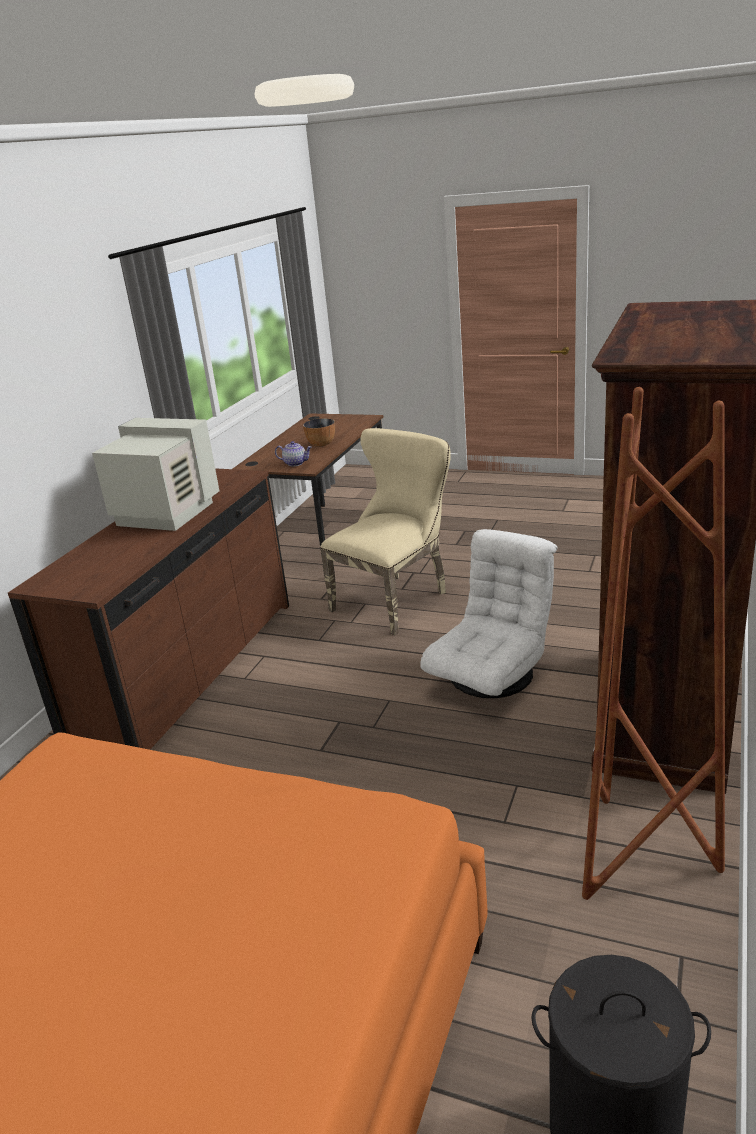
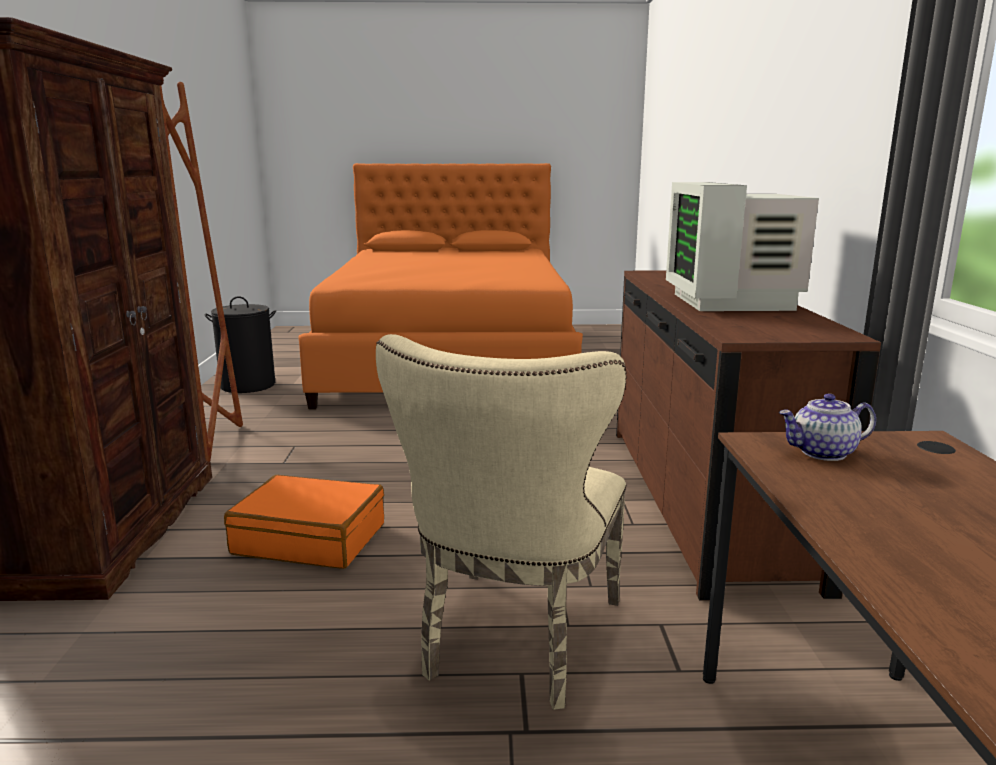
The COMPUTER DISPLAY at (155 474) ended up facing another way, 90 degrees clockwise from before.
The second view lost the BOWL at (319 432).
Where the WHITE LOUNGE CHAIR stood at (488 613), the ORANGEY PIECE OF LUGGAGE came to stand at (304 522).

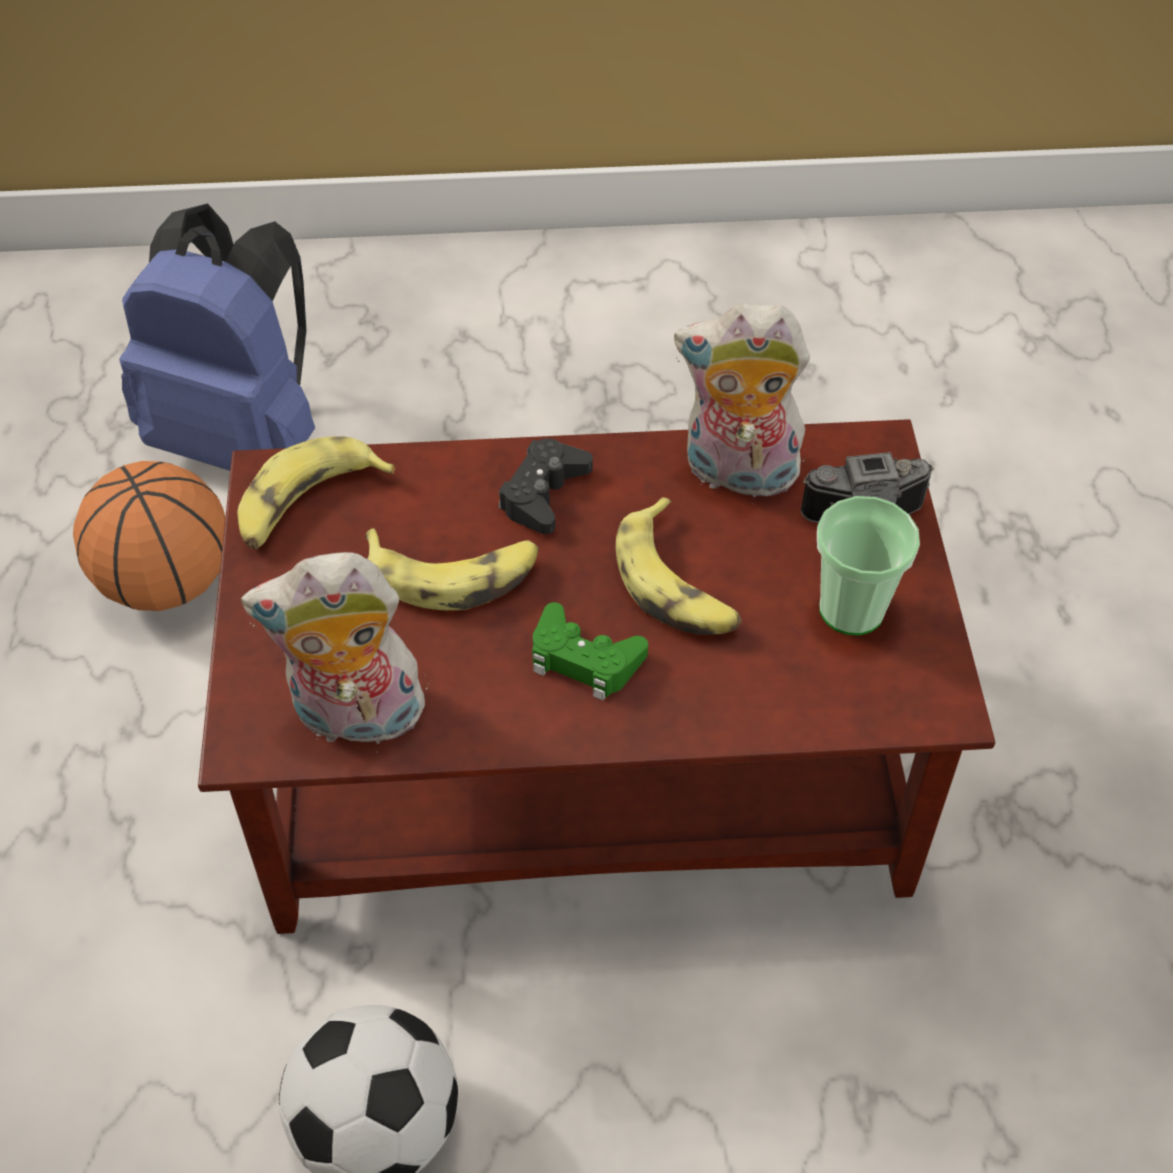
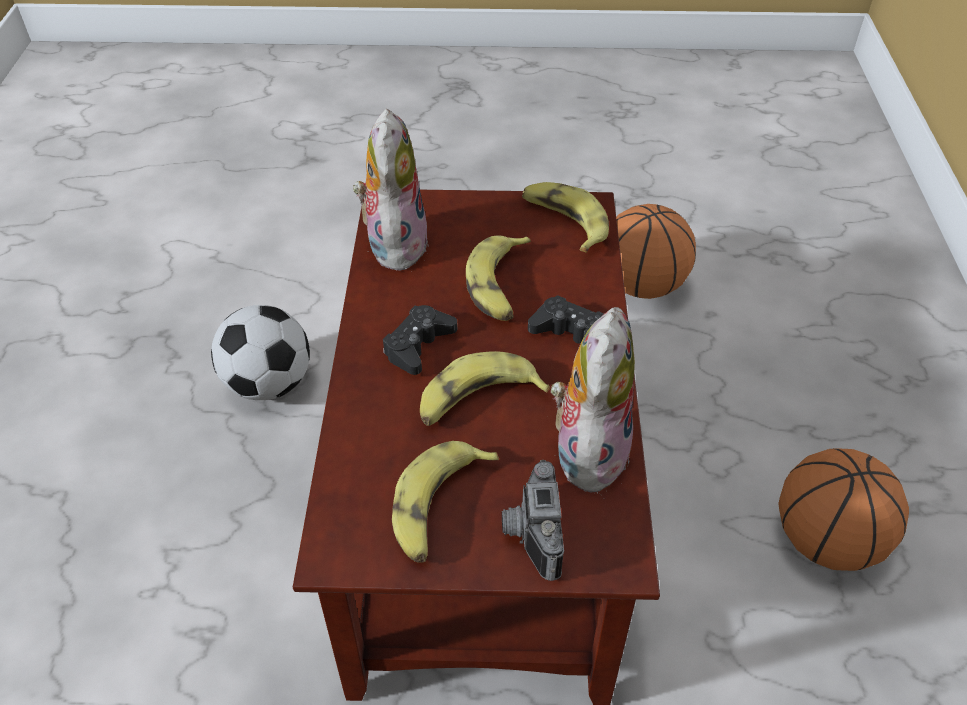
The second view lost the BLUE-COLOURED BACKPACK at (217 337).
Where the DRINKING CUP stood at (868 565), the BANANA came to stand at (445 502).
What was the GREEN-COLOURED JOYPAD at (590 651) turned into the BLACK JOYPAD at (420 340).
The second view gained the BALL FOR BASKETBALL at (843 509).

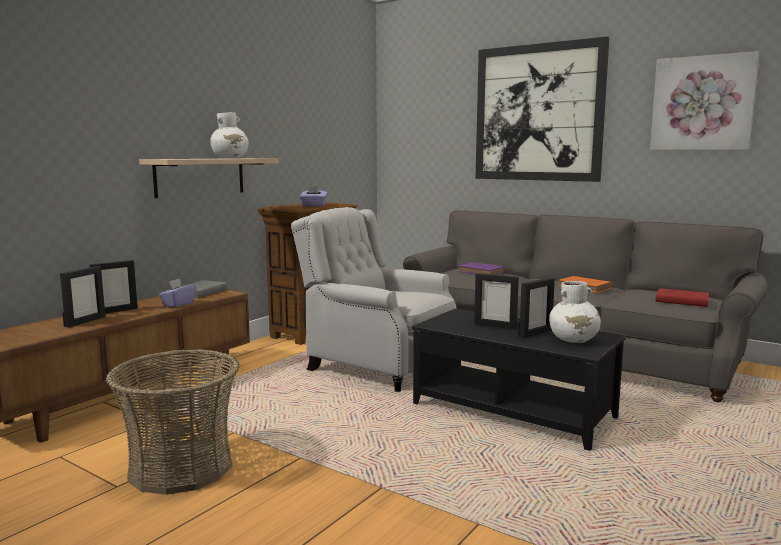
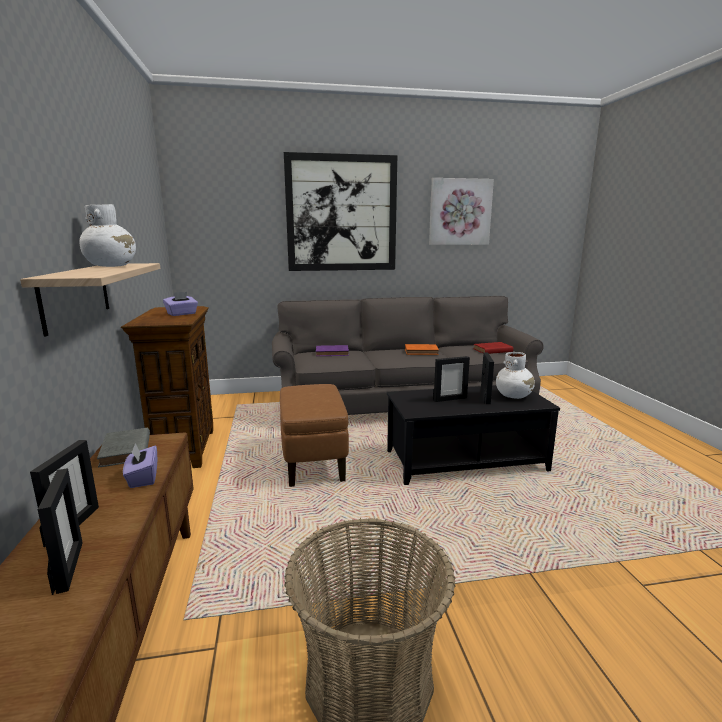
Where the WHITE LOUNGE CHAIR stood at (373 299), the BROWN-COLOURED OTTOMAN came to stand at (314 435).

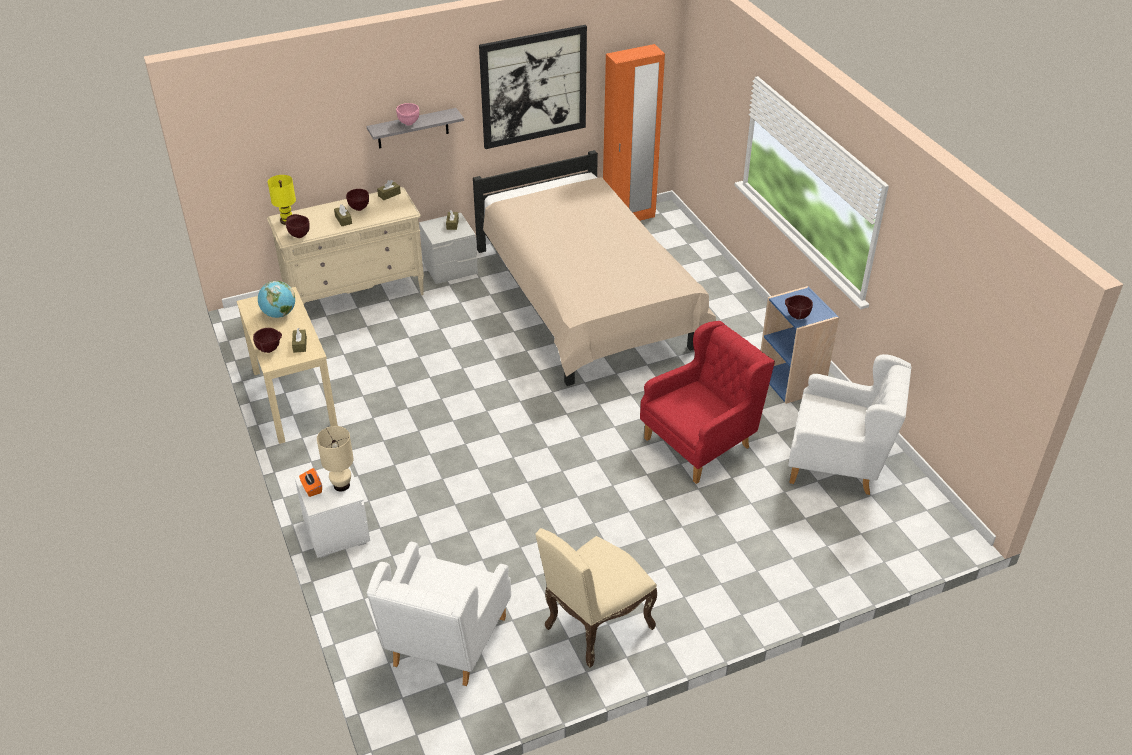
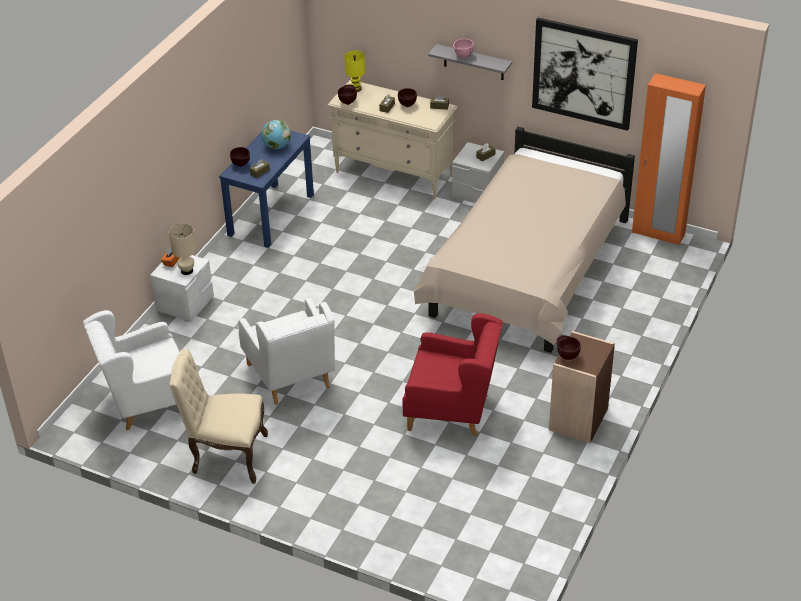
What was the BLUE-COLOURED BOOKSHELF at (799 345) turned into the BROWN-COLOURED BOOKSHELF at (582 387).
What was the BEIGE-COLOURED NARROW TABLE at (287 365) turned into the BLUE-COLOURED NARROW TABLE at (266 189).
The WHITE LOUNGE CHAIR ended up elsewhere, having gone from (850 424) to (286 351).

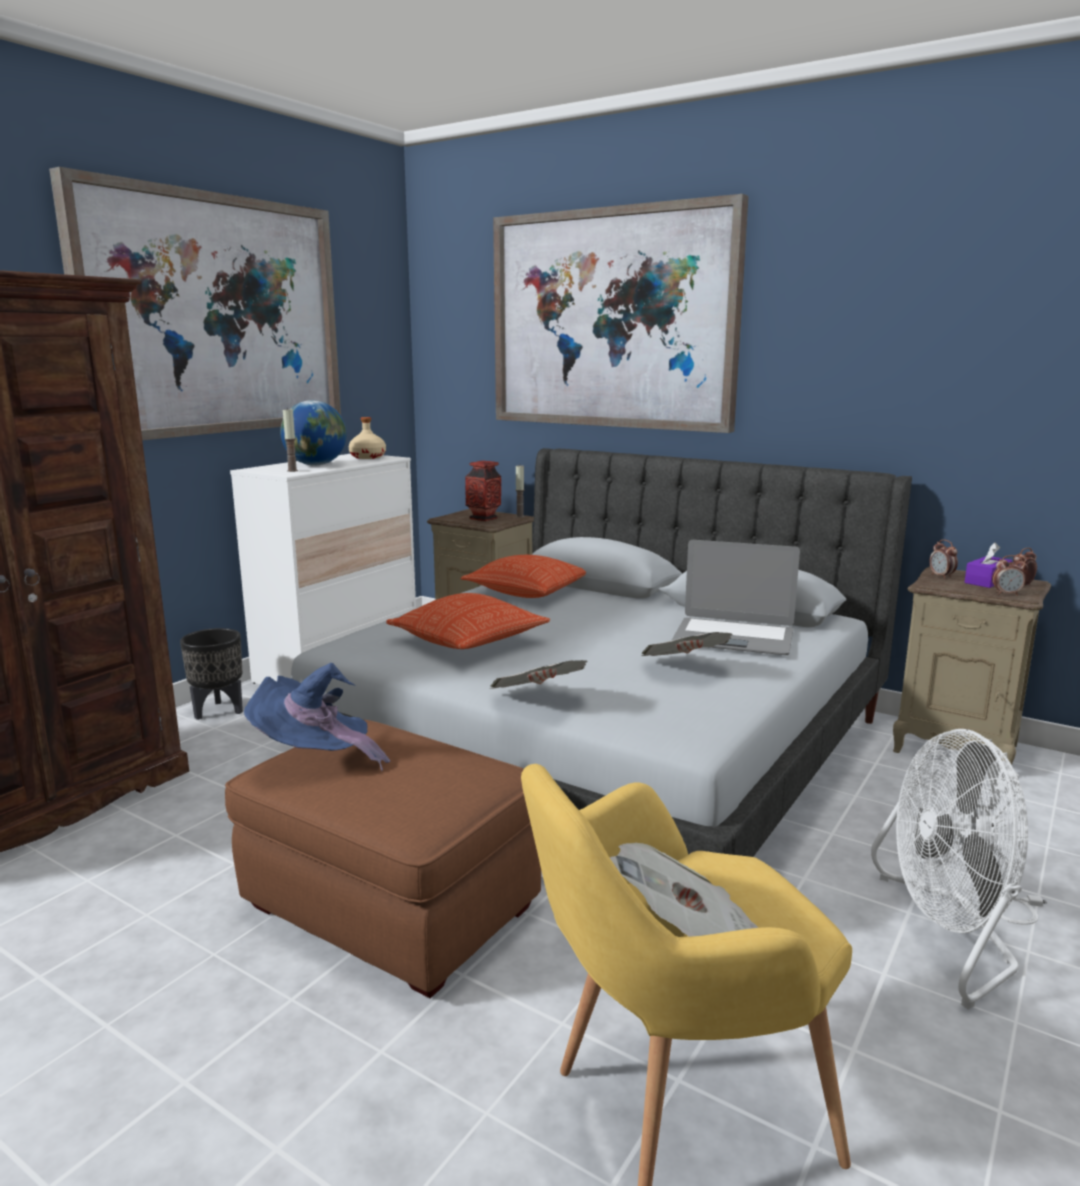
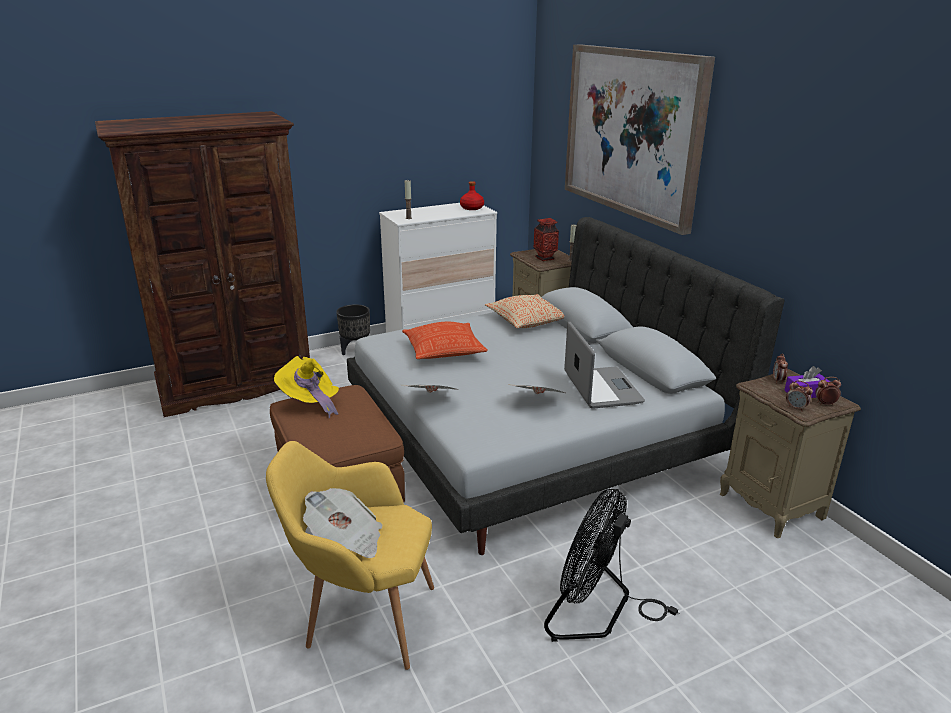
The second view lost the WALL PICTURE at (195 303).
The second view lost the GLOBE at (313 433).
What was the BEIGE-COLOURED DRINK BOTTLE at (367 438) turned into the REDDISH DRINK BOTTLE at (472 195).
The PORTABLE COMPUTER at (735 597) ended up facing another way, 150 degrees counterclockwise from before.
What was the ORANGEY PILLOW at (523 576) turned into the BEIGE-COLOURED PILLOW at (524 311).
What was the BLUE-COLOURED HAT at (317 717) turned into the YELLOW HAT at (306 387).
What was the WHITE COOLING FAN at (959 869) turned into the BLACK COOLING FAN at (612 565).

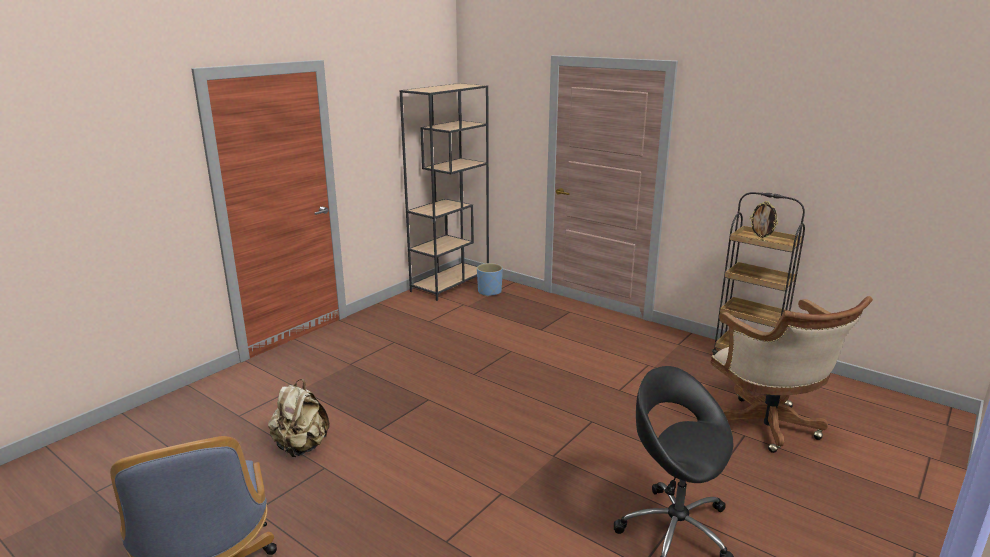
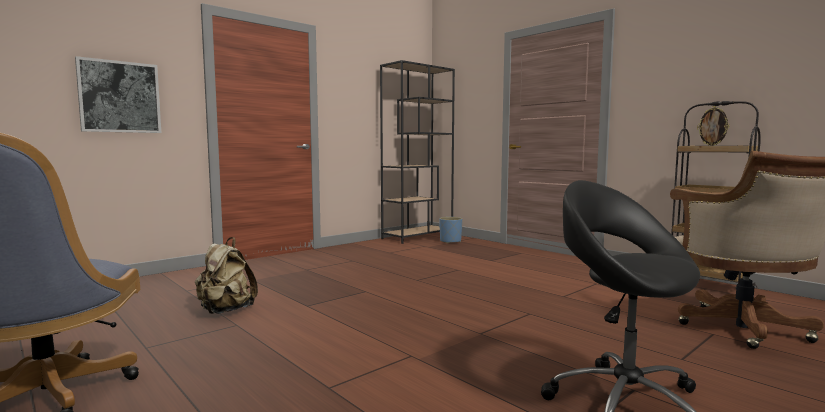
The second view gained the WALL PICTURE at (118 94).

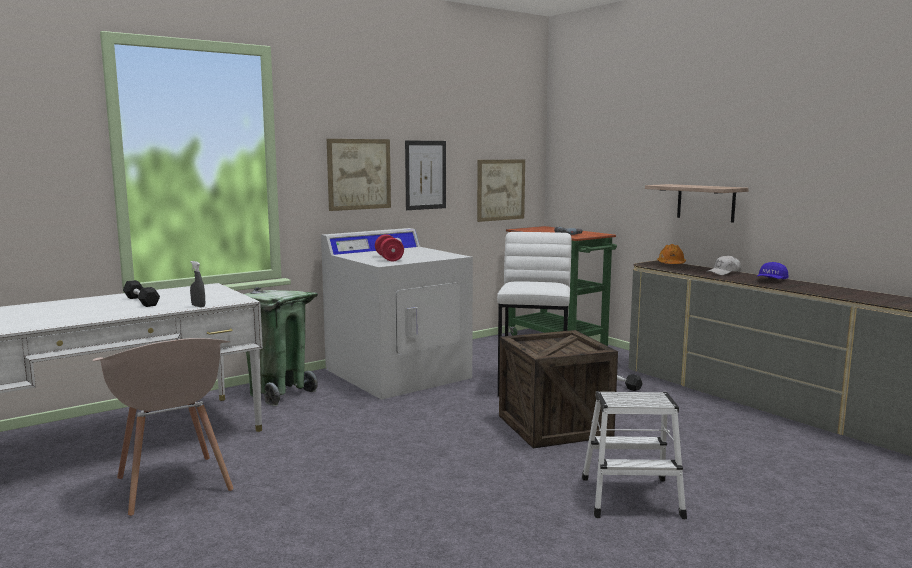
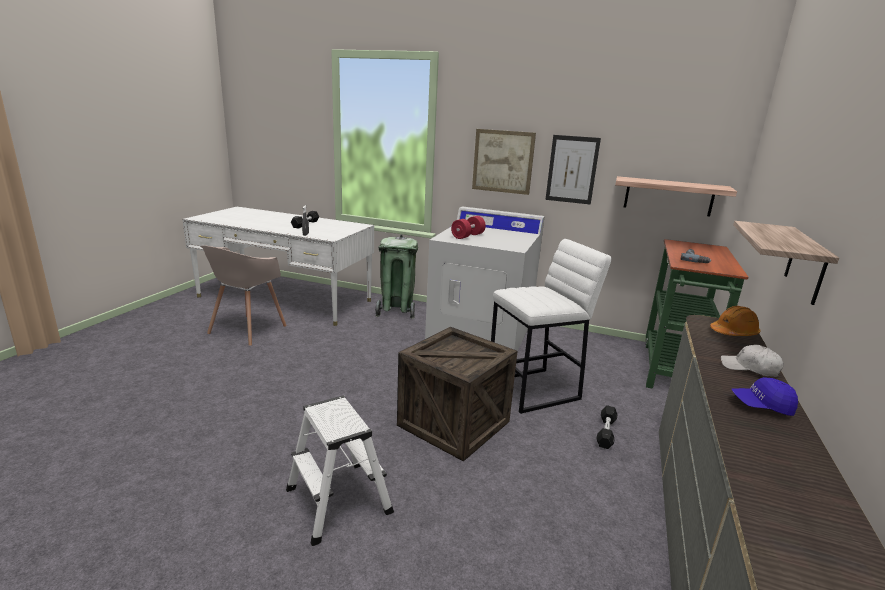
Where the WALL PICTURE hung at (501 190), the SHELF came to hang at (676 196).

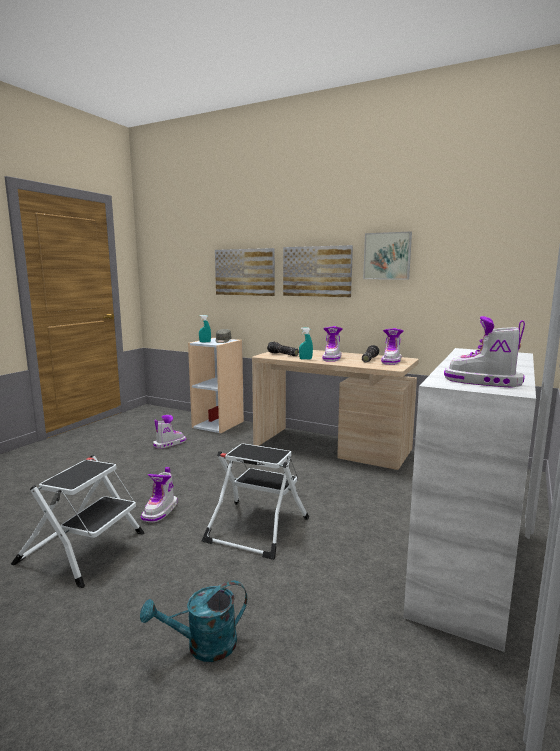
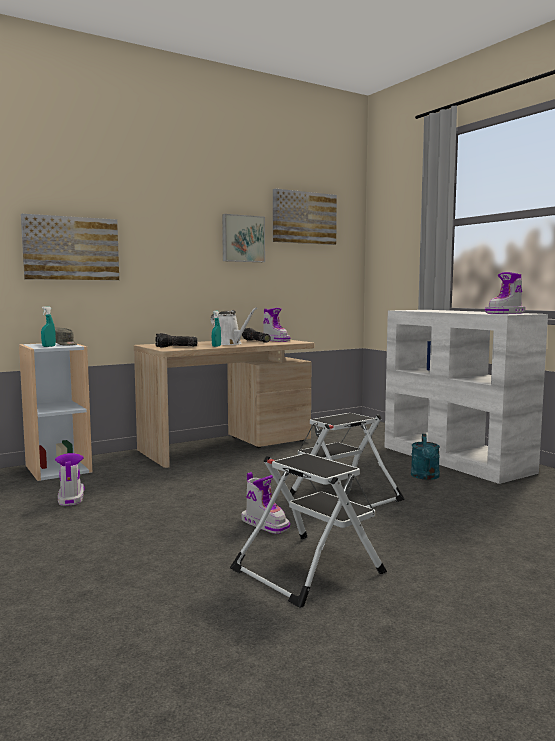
The WALL PICTURE ended up elsewhere, having gone from (318 271) to (305 217).
Where the HIGH-TOP BOOT stood at (332 344), the WHITE WATERING CAN came to stand at (234 326).
The TURQUOISE-COLOURED WATERING CAN ended up elsewhere, having gone from (193 621) to (425 457).

